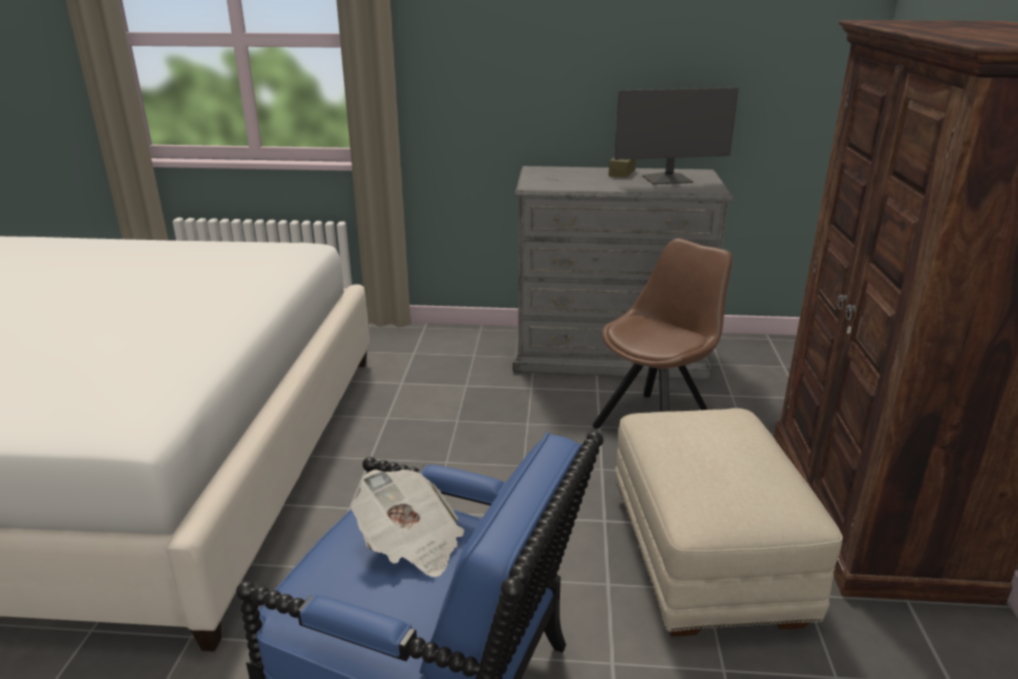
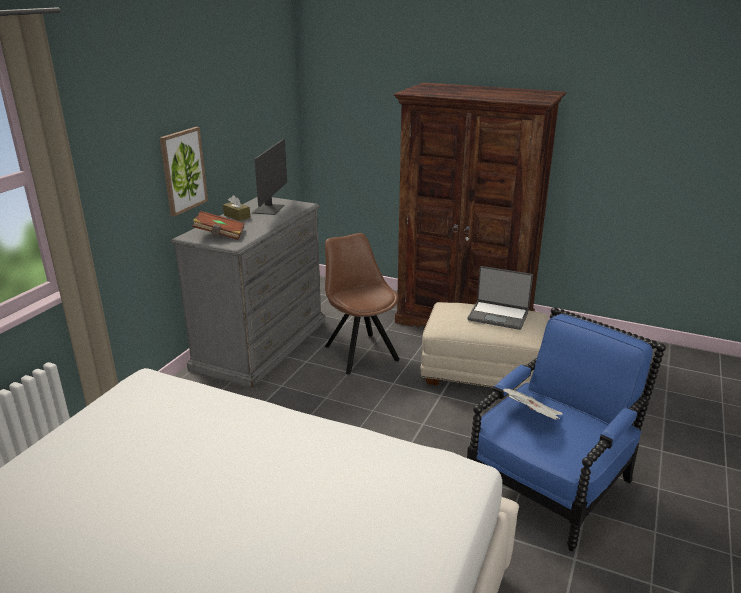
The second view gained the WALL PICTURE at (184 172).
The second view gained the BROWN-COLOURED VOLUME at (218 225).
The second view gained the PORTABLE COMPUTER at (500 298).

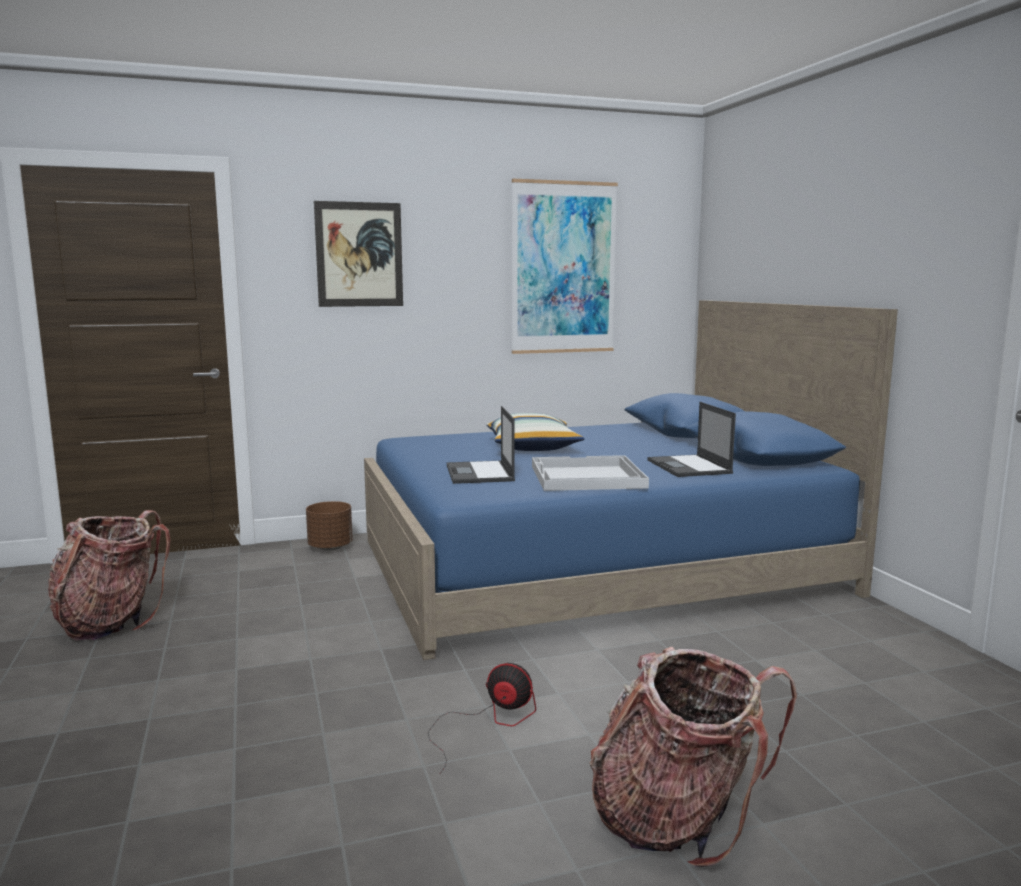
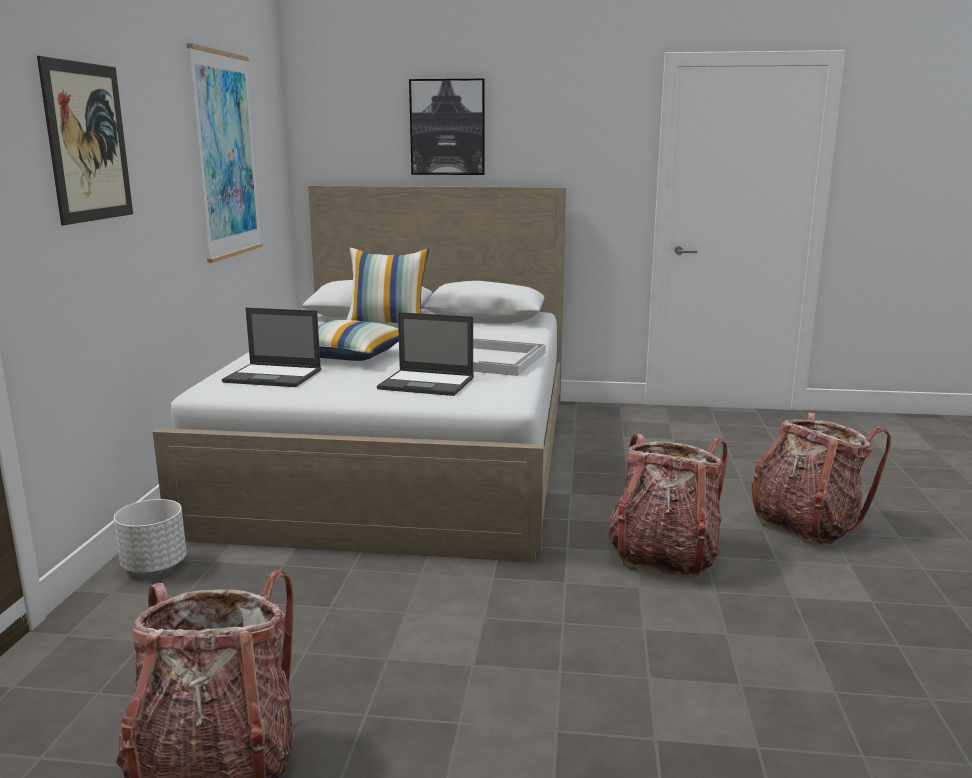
What was the BLUE-COLOURED BEDROOM BED at (631 480) turned into the WHITE BEDROOM BED at (359 374).
The PORTABLE COMPUTER ended up elsewhere, having gone from (692 439) to (271 347).
What was the BROWN-COLOURED PLANTER at (329 526) turned into the WHITE PLANTER at (150 536).
Where the COOLING FAN stood at (482 718), the BACKPACK came to stand at (667 506).
The second view gained the WALL PICTURE at (447 127).
The second view gained the PILLOW at (388 285).

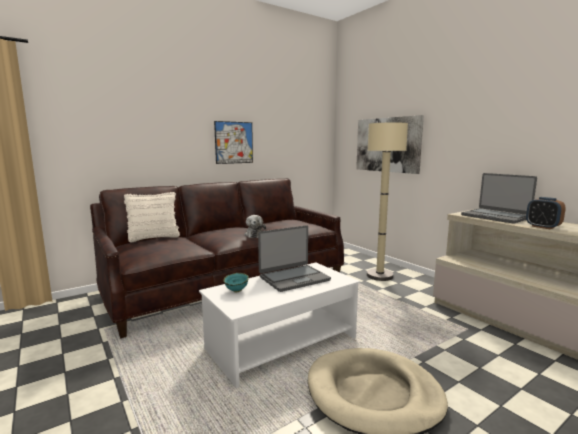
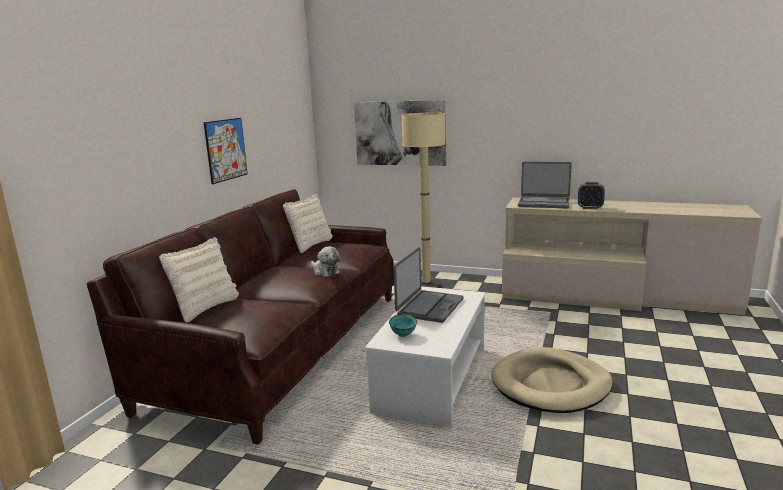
The second view gained the BEIGE-COLOURED PILLOW at (308 223).

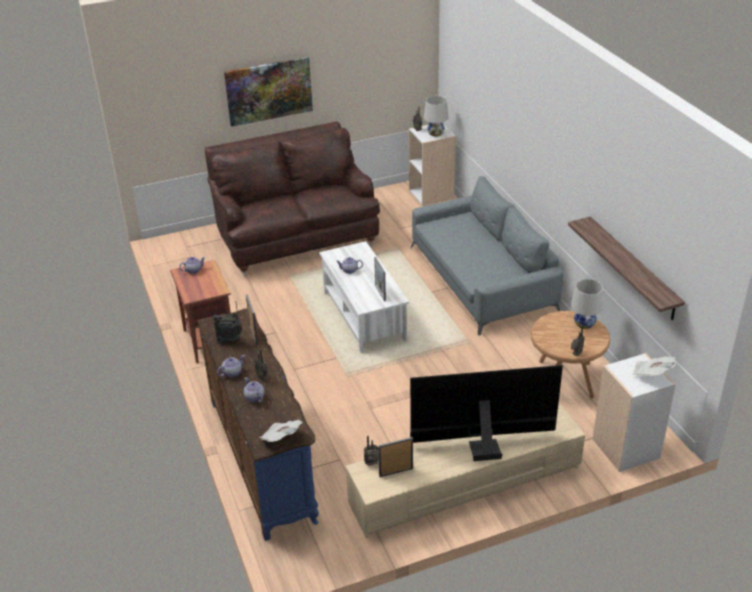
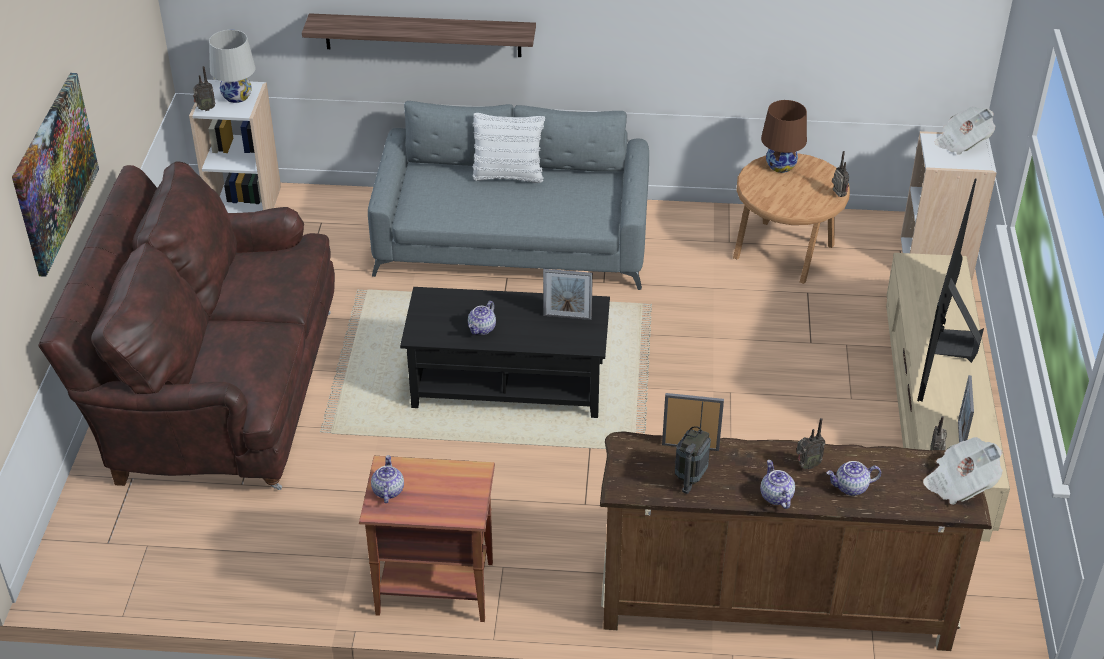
The SHELF ended up elsewhere, having gone from (626 268) to (419 35).
What was the WHITE COFFEE TABLE at (364 297) turned into the BLACK COFFEE TABLE at (505 352).
What was the WHITE LAMP FOR A TABLE at (587 304) turned into the BROWN-COLOURED LAMP FOR A TABLE at (784 136).
What was the BLUE-COLOURED CABINET at (258 424) turned into the BEIGE-COLOURED CABINET at (796 541).
The second view gained the WHITE PILLOW at (509 148).

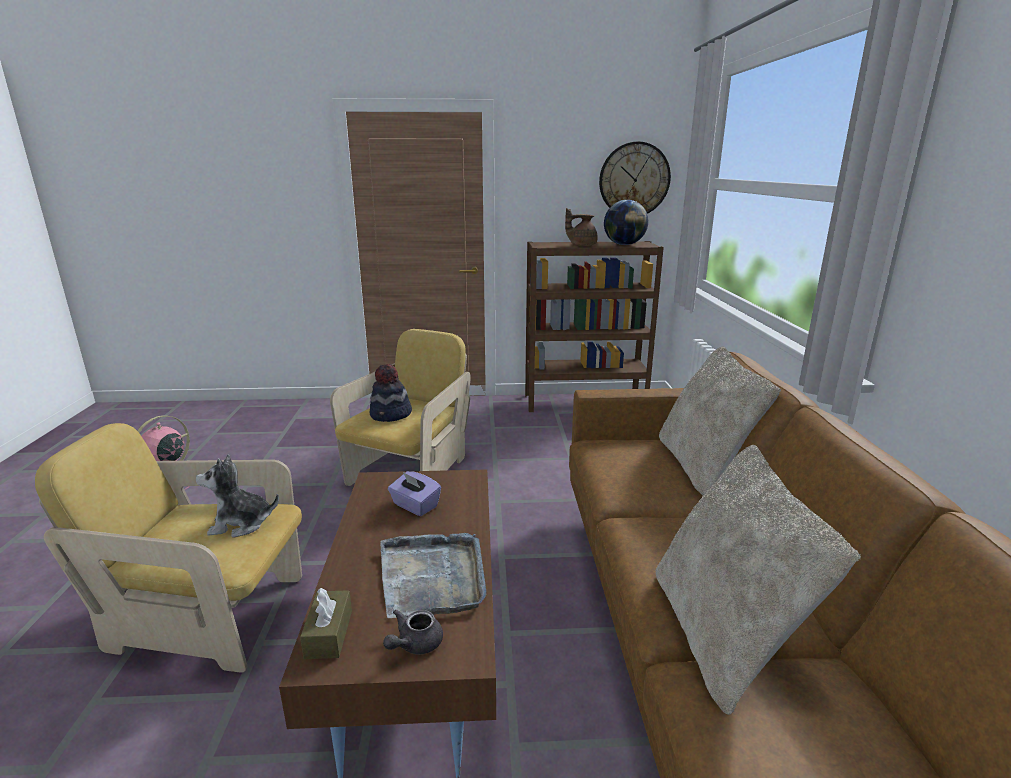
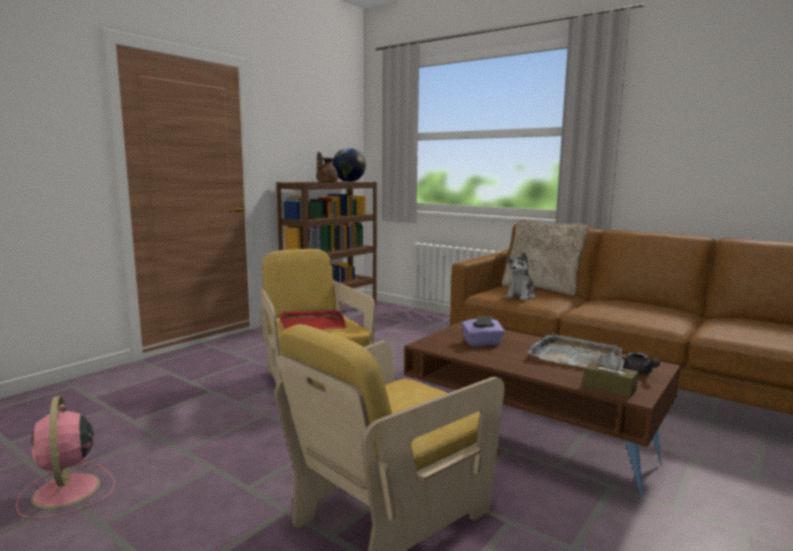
The second view lost the WALL CLOCK at (635 177).
Where the HAT stood at (391 393), the REDDISH TRAY came to stand at (313 320).
The second view lost the BEIGE-COLOURED PILLOW at (758 580).
The CUDDLY TOY ended up elsewhere, having gone from (237 496) to (521 276).

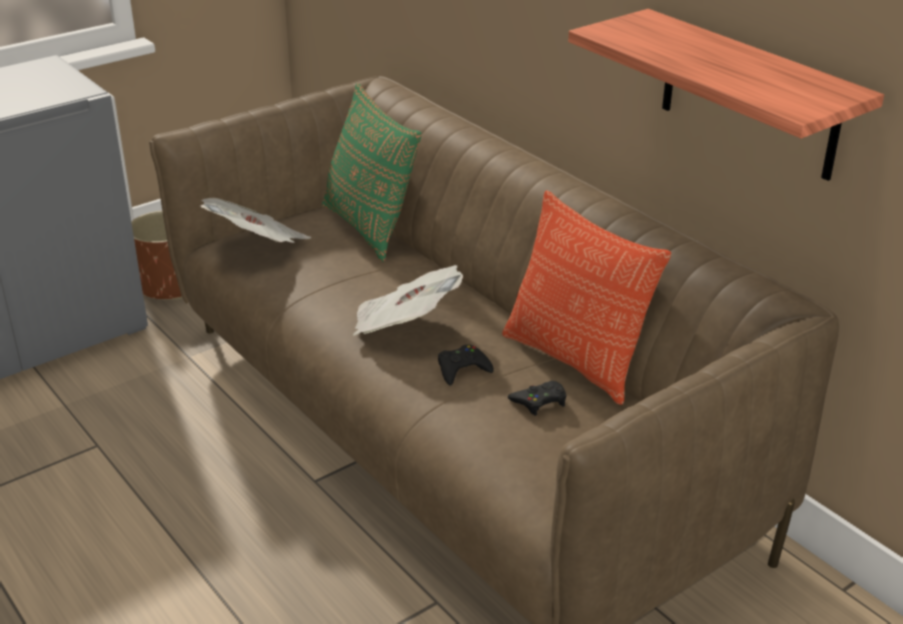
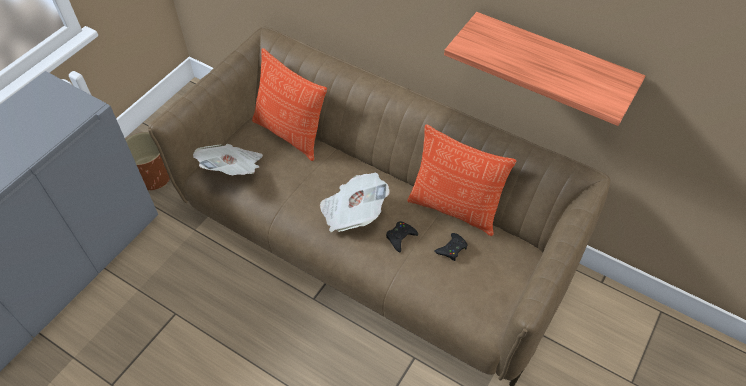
What was the GREEN-COLOURED PILLOW at (372 172) turned into the ORANGEY PILLOW at (289 104).

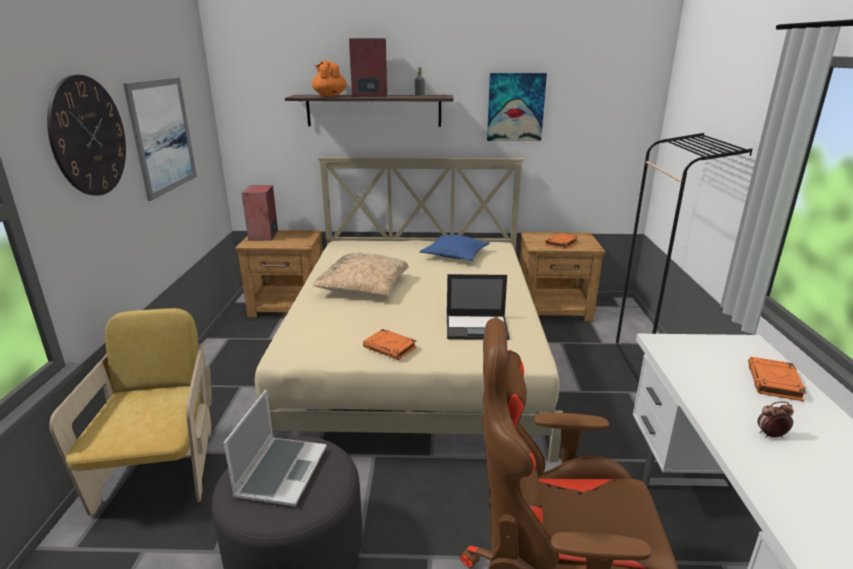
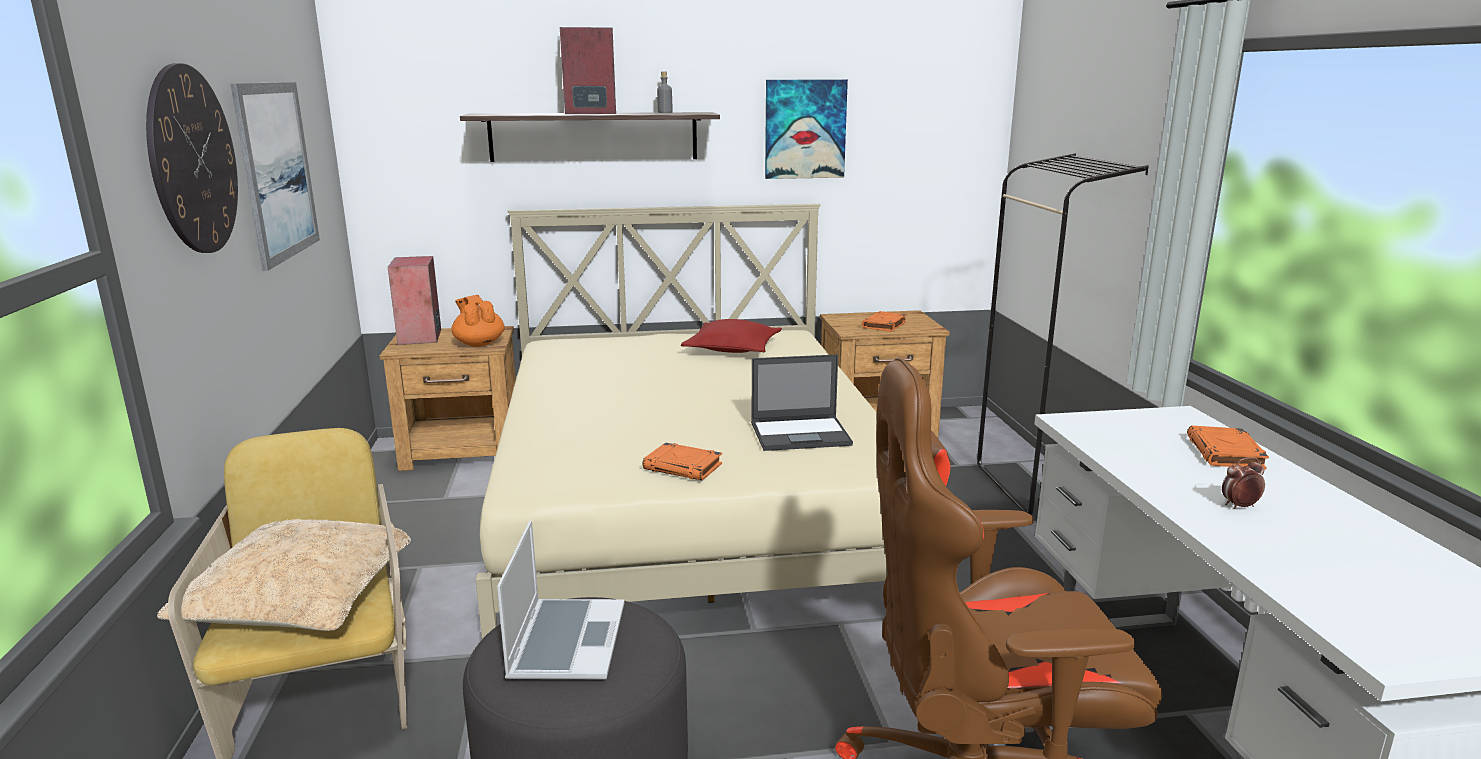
The ORANGEY POT FOR TEA ended up elsewhere, having gone from (329 79) to (478 321).
What was the BLUE-COLOURED PILLOW at (455 248) turned into the REDDISH PILLOW at (731 336).
The BEIGE-COLOURED PILLOW ended up elsewhere, having gone from (360 274) to (283 575).

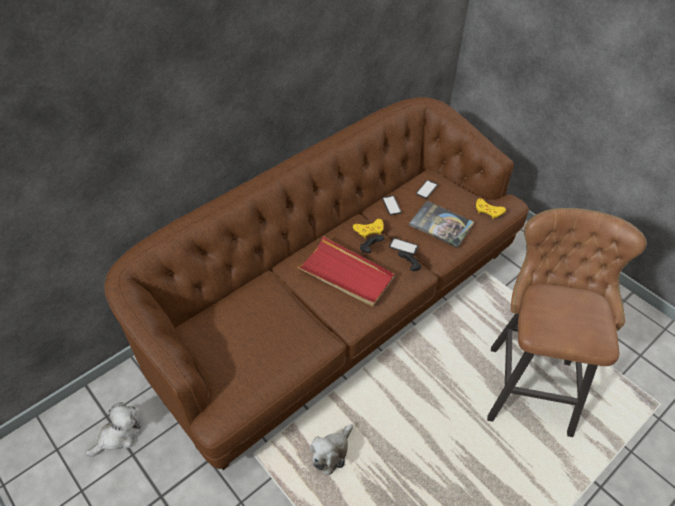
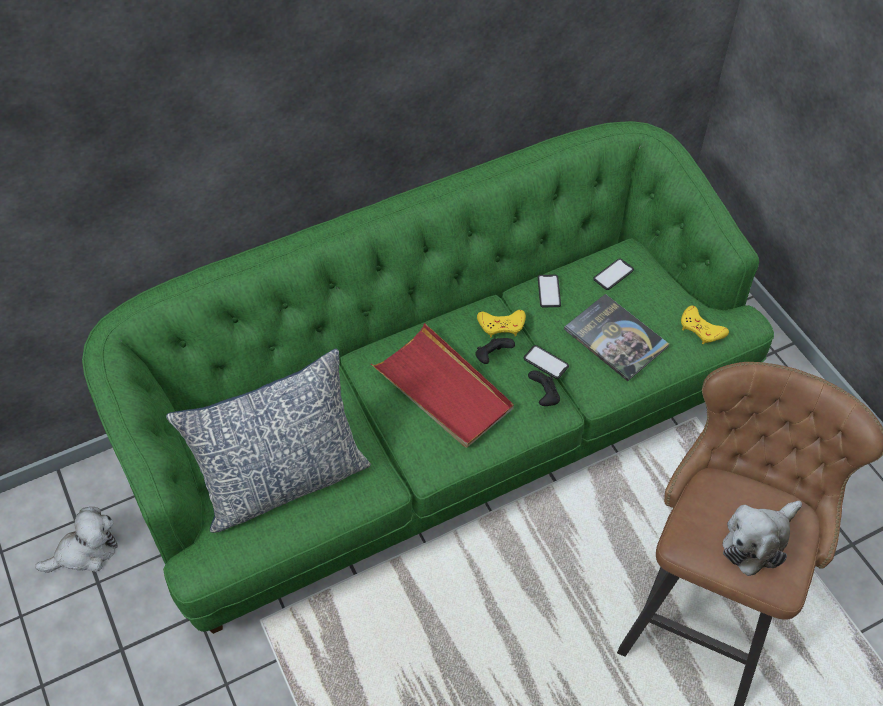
What was the BROWN-COLOURED SOFA at (316 283) turned into the GREEN-COLOURED SOFA at (428 377).
The CUDDLY TOY ended up elsewhere, having gone from (331 449) to (762 538).
The second view gained the PILLOW at (268 441).

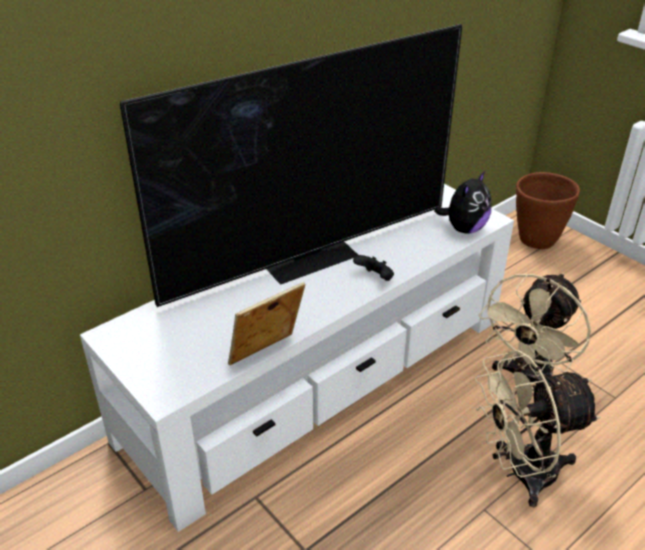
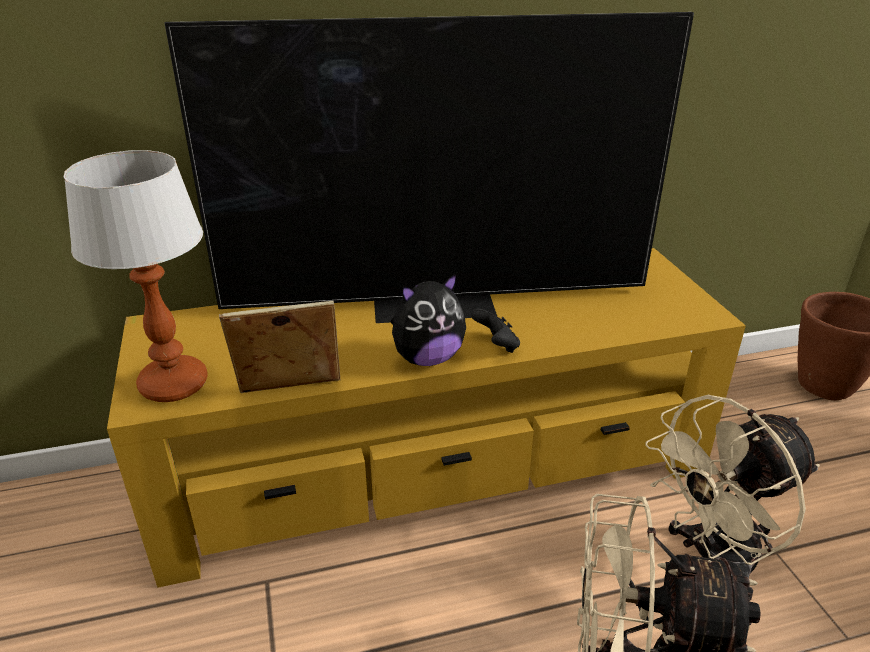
The CUDDLY TOY ended up elsewhere, having gone from (462 202) to (428 319).
What was the WHITE MEDIA CONSOLE at (297 358) turned into the YELLOW MEDIA CONSOLE at (426 418).
The second view gained the LAMP FOR A TABLE at (136 276).

